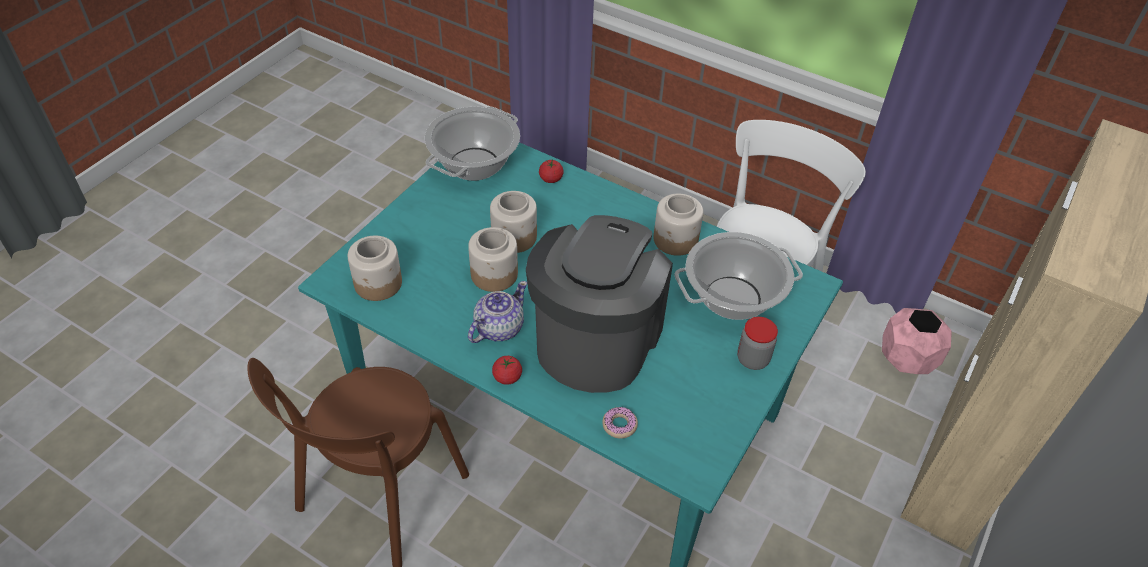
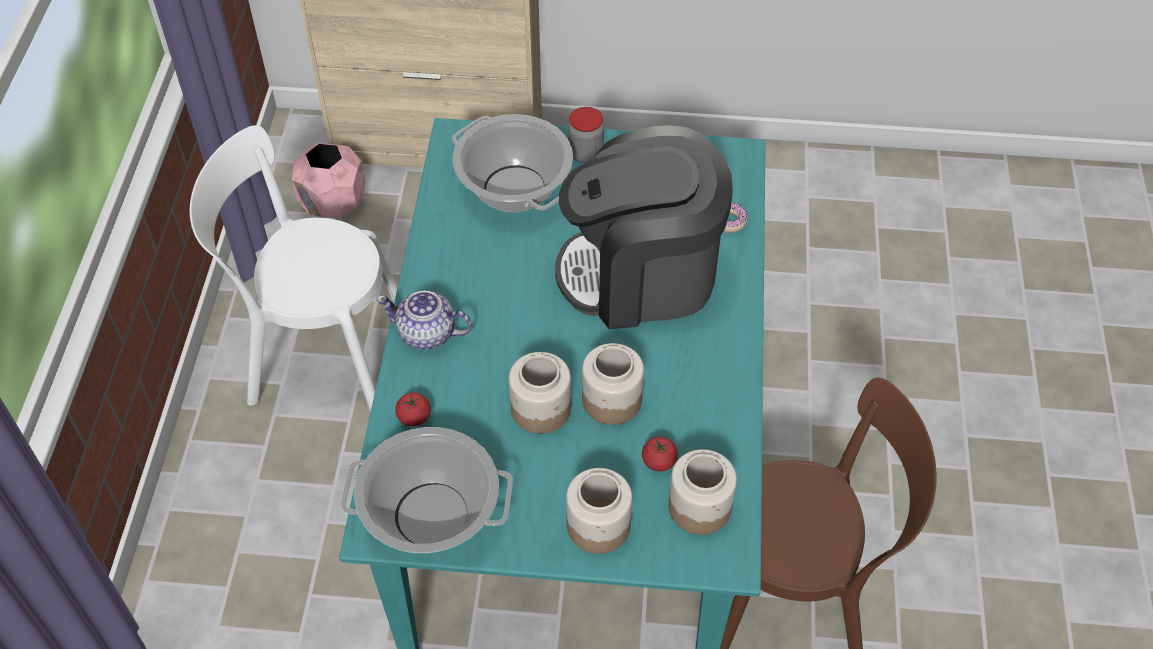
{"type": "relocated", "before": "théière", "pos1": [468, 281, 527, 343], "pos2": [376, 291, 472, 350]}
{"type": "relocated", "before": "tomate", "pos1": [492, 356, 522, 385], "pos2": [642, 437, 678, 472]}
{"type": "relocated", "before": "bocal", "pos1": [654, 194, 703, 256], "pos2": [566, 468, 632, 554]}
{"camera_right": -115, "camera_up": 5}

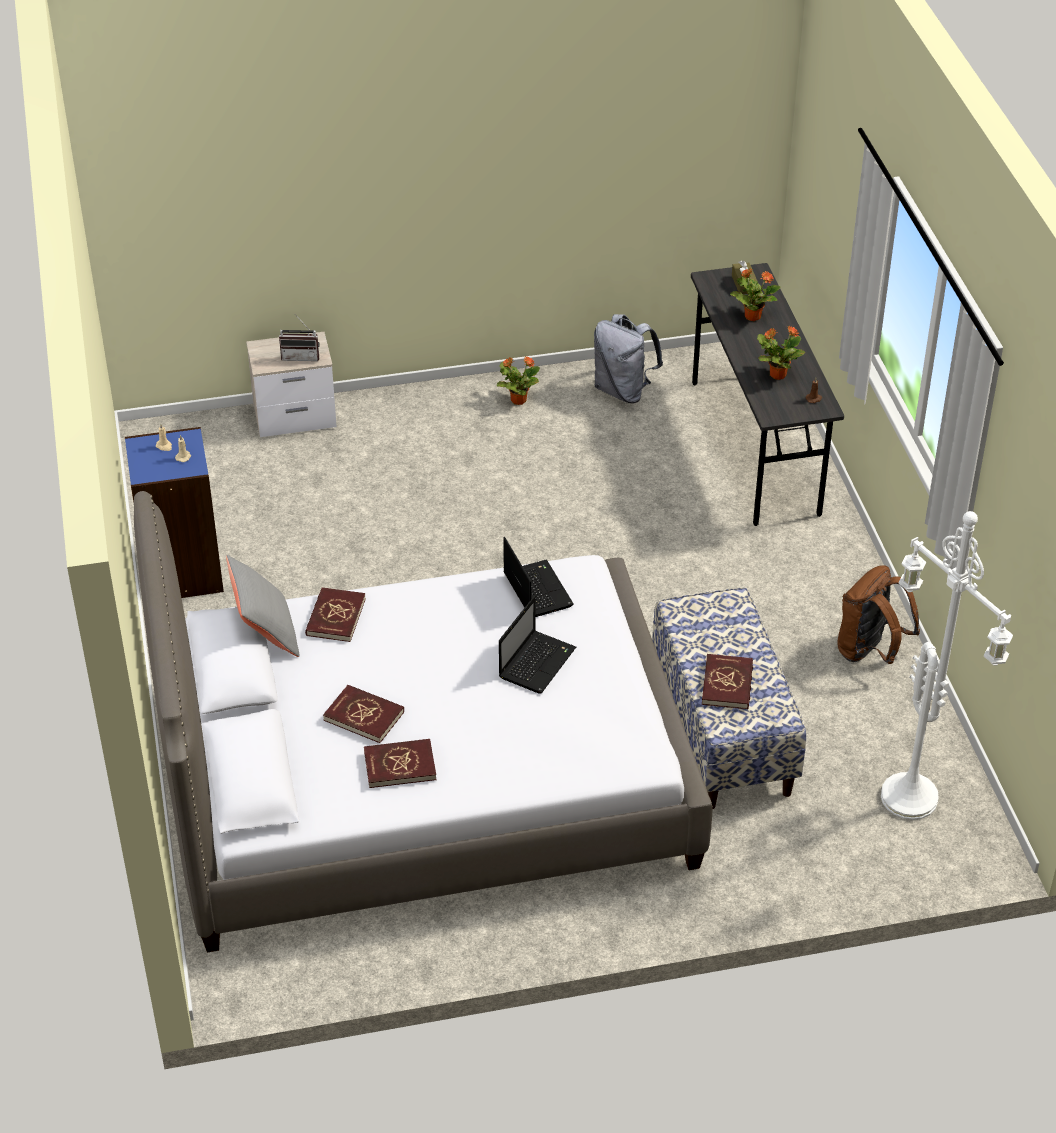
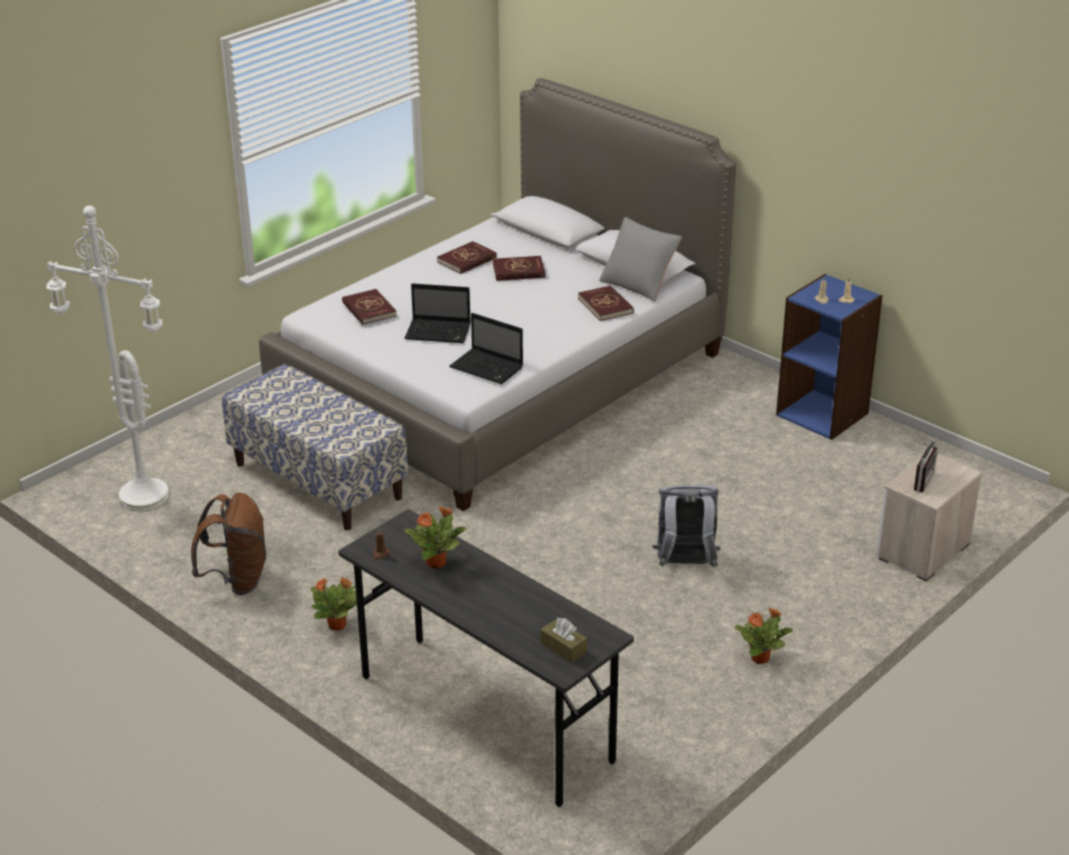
{"type": "relocated", "before": "sac à dos [gris]", "pos1": [594, 314, 663, 403], "pos2": [652, 485, 720, 568]}
{"type": "relocated", "before": "livre [rouge]", "pos1": [702, 654, 753, 709], "pos2": [342, 289, 397, 325]}
{"type": "relocated", "before": "plante en pot", "pos1": [730, 268, 780, 321], "pos2": [310, 577, 357, 631]}
{"type": "spun", "before": "radio", "pos1": [279, 317, 320, 361], "pos2": [914, 440, 938, 492], "turn": 150}
{"type": "spun", "before": "ordinateur portable", "pos1": [499, 596, 576, 694], "pos2": [405, 283, 471, 343], "turn": -75}
{"camera_right": 145, "camera_up": -10}

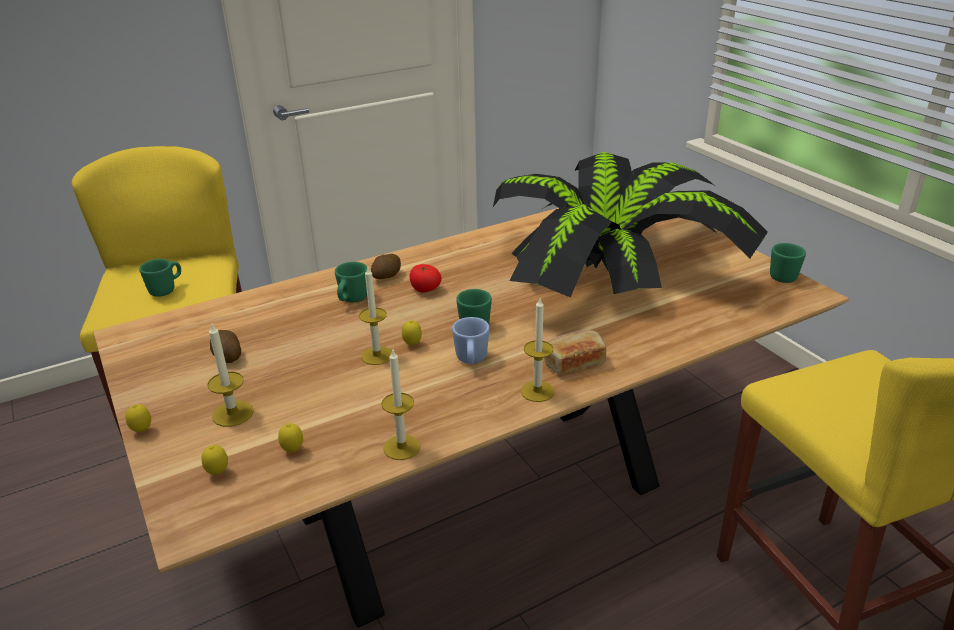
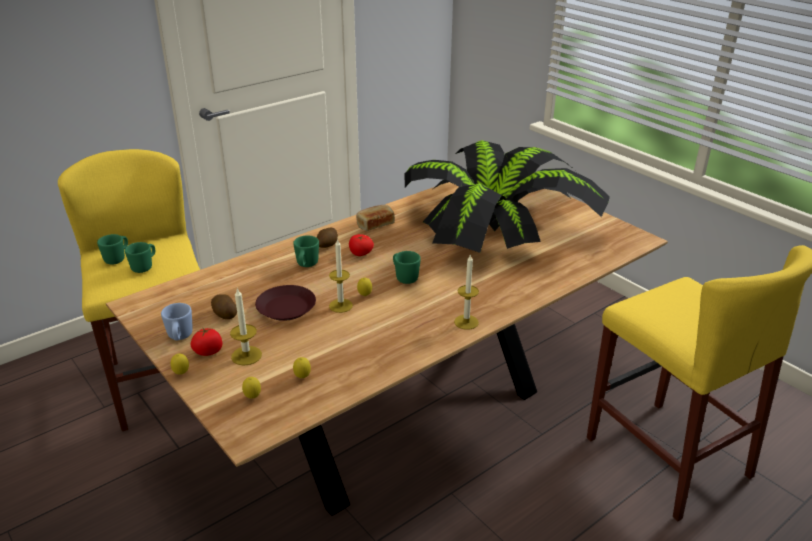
{"type": "missing", "before": "bougie", "pos1": [381, 350, 420, 460]}
{"type": "appeared", "after": "tomate", "pos2": [191, 327, 222, 356]}
{"type": "appeared", "after": "assiette [marron]", "pos2": [255, 285, 316, 321]}
{"type": "relocated", "before": "mug [bleu]", "pos1": [452, 317, 490, 364], "pos2": [161, 303, 193, 341]}
{"type": "relocated", "before": "pain", "pos1": [544, 330, 606, 374], "pos2": [356, 205, 395, 231]}
{"type": "relocated", "before": "mug [vert]", "pos1": [770, 243, 806, 283], "pos2": [97, 234, 128, 264]}
{"camera_right": -10, "camera_up": 0}

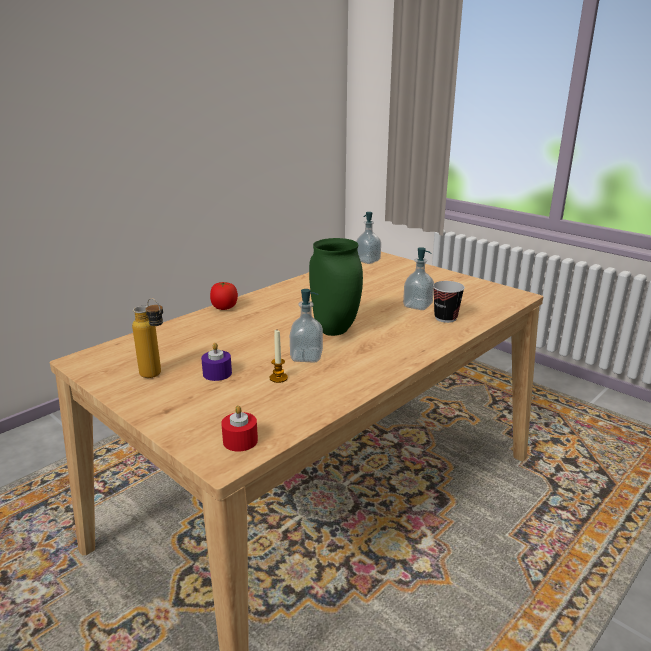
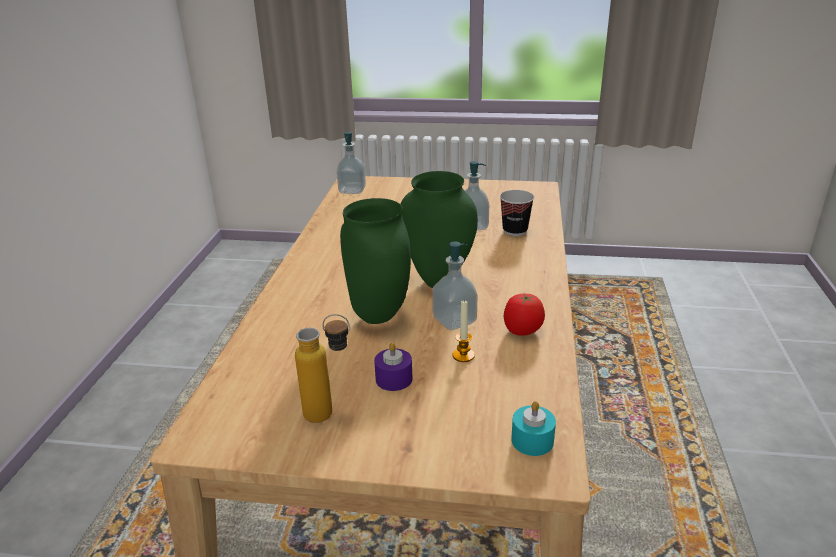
{"type": "appeared", "after": "vase [vert]", "pos2": [340, 198, 411, 324]}
{"type": "relocated", "before": "tomate", "pos1": [210, 282, 238, 310], "pos2": [504, 293, 545, 336]}
{"type": "colour", "before": "bougie [rouge]", "after": "bougie [turquoise]", "pos1": [221, 405, 258, 452], "pos2": [511, 401, 556, 456]}
{"camera_right": -35, "camera_up": 5}

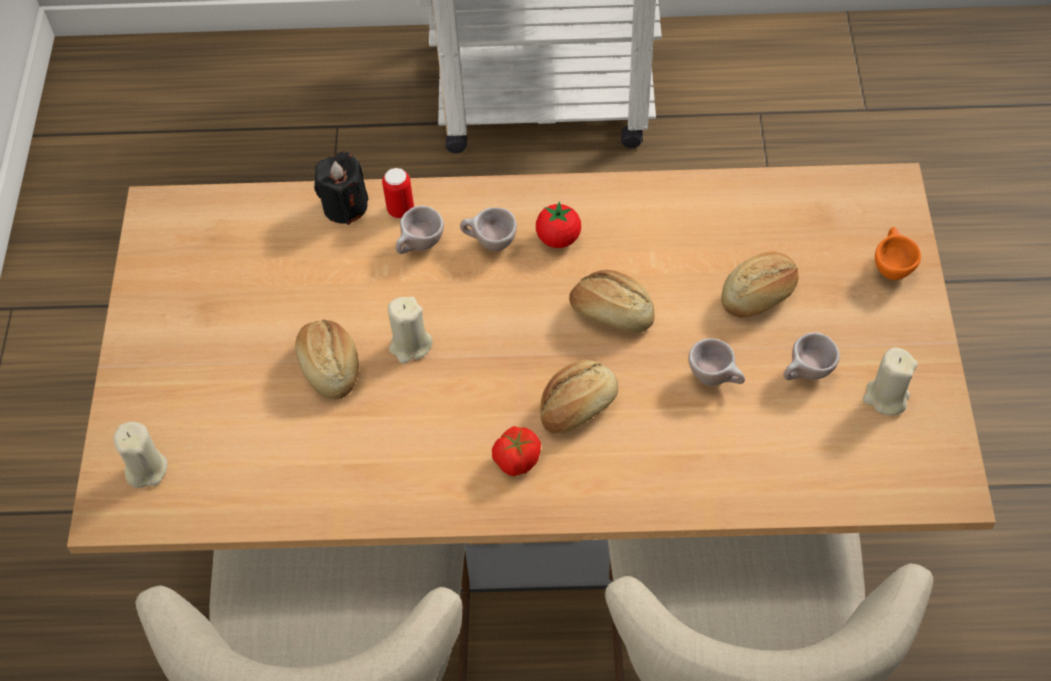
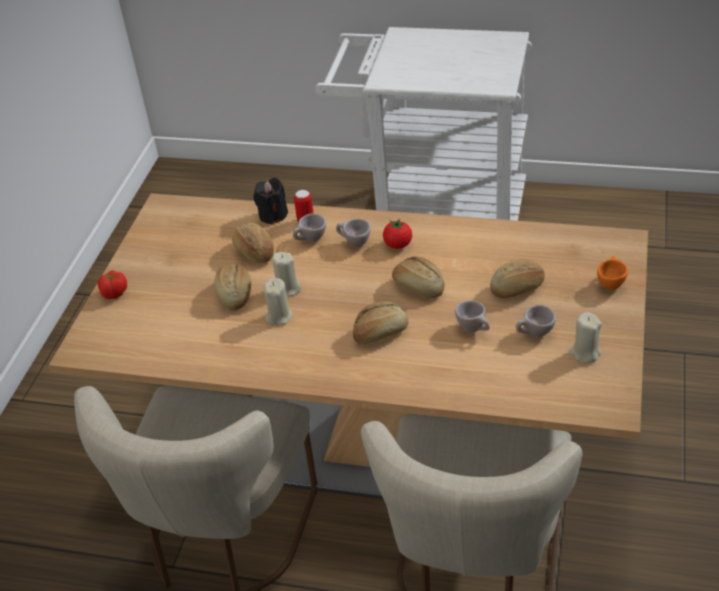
{"type": "appeared", "after": "pain", "pos2": [232, 223, 274, 263]}
{"type": "relocated", "before": "bougie [beige]", "pos1": [113, 422, 168, 488], "pos2": [264, 278, 292, 325]}
{"type": "relocated", "before": "tomate", "pos1": [492, 426, 541, 477], "pos2": [98, 270, 127, 299]}
{"camera_right": 15, "camera_up": -15}

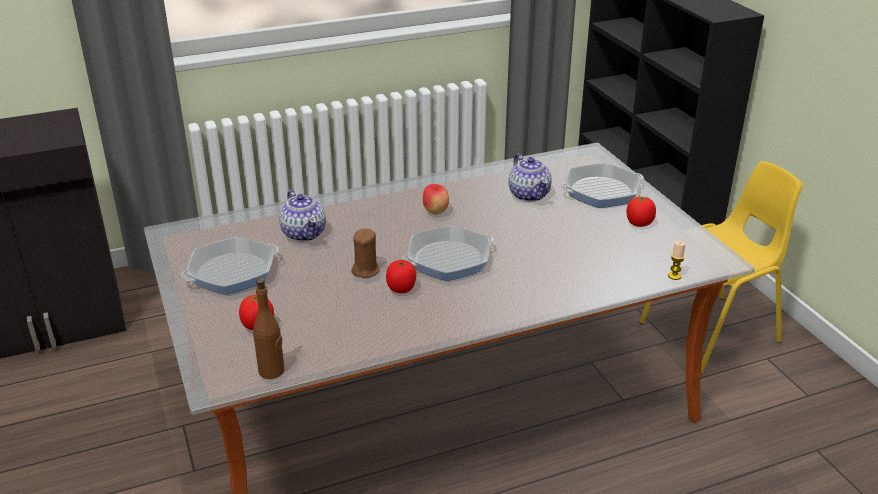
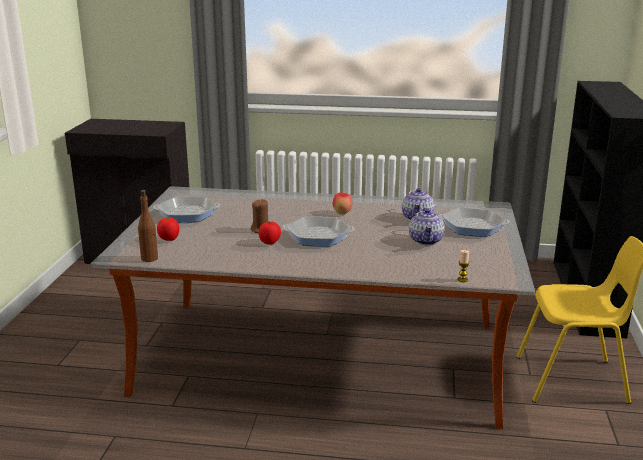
{"type": "missing", "before": "tomate", "pos1": [626, 196, 656, 227]}
{"type": "relocated", "before": "théière", "pos1": [279, 190, 326, 242], "pos2": [409, 207, 445, 245]}
{"camera_right": 30, "camera_up": -10}

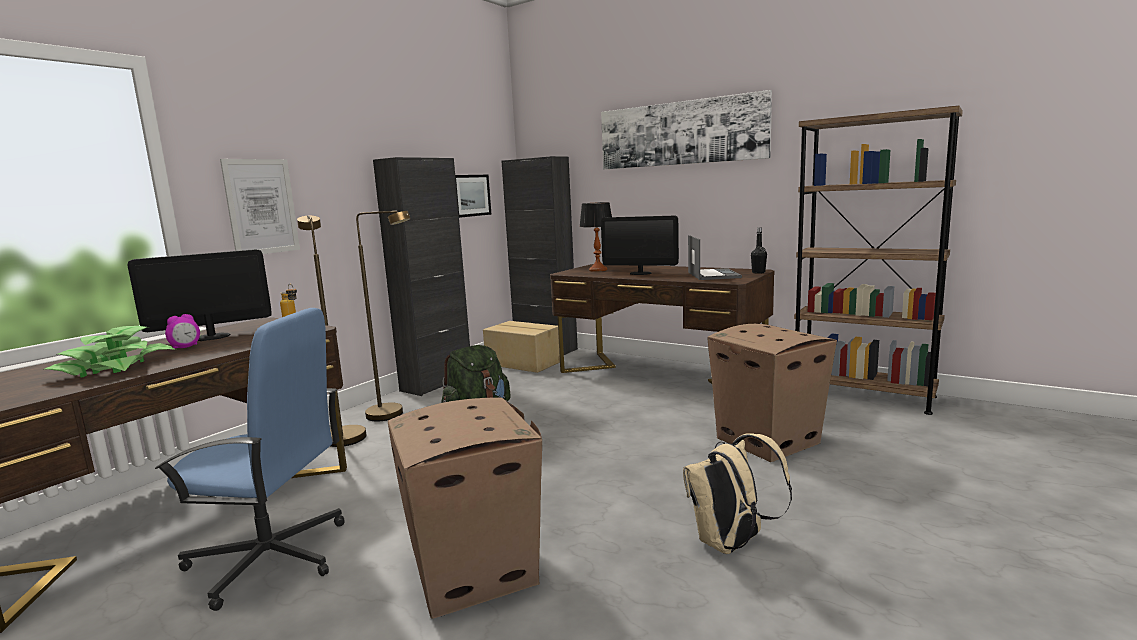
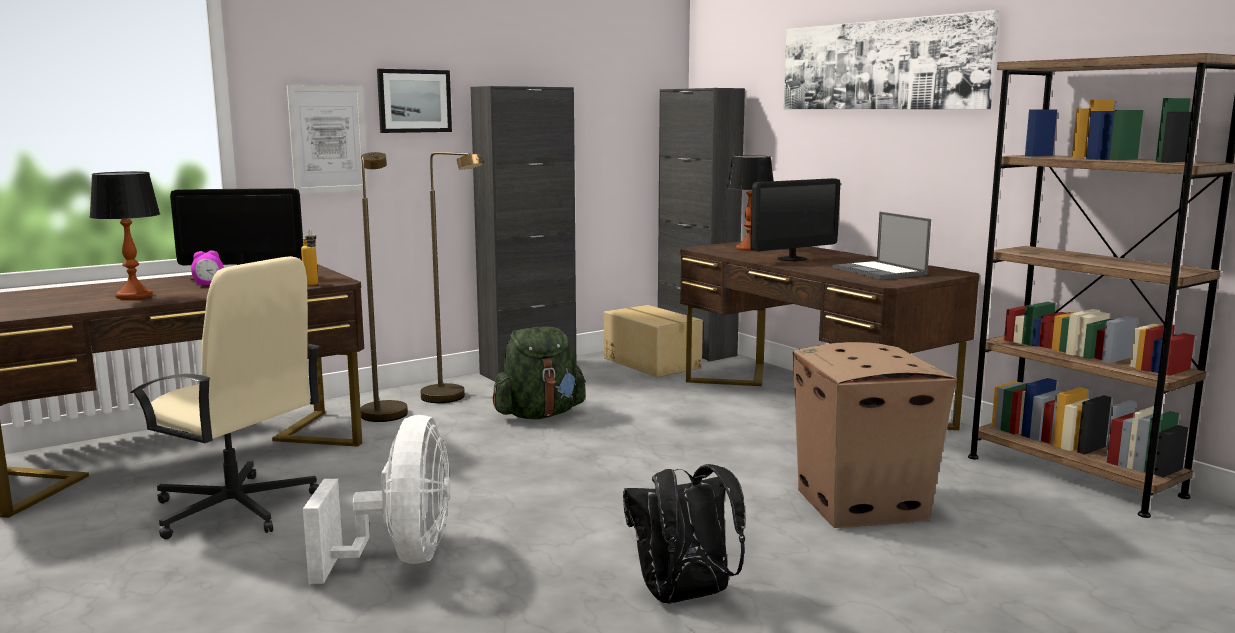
{"type": "missing", "before": "bouteille [noir]", "pos1": [751, 228, 767, 274]}
{"type": "relocated", "before": "tableau", "pos1": [455, 175, 491, 218], "pos2": [377, 69, 452, 133]}
{"type": "exchanged", "before": "plante en pot", "after": "lampe de table", "pos1": [43, 326, 176, 377], "pos2": [90, 171, 160, 299]}
{"type": "exchanged", "before": "carton", "after": "ventilateur [blanc]", "pos1": [388, 398, 542, 619], "pos2": [303, 415, 451, 584]}
{"type": "colour", "before": "chaise de bureau [bleu]", "after": "chaise de bureau [beige]", "pos1": [155, 308, 345, 611], "pos2": [130, 256, 319, 539]}
{"type": "colour", "before": "sac à dos [beige]", "after": "sac à dos [noir]", "pos1": [683, 433, 792, 554], "pos2": [623, 464, 745, 603]}
{"type": "spun", "before": "écran d'ordinateur", "pos1": [601, 216, 679, 275], "pos2": [750, 178, 840, 262], "turn": -75}
{"type": "spun", "before": "ordinateur portable", "pos1": [688, 235, 742, 280], "pos2": [832, 212, 931, 280], "turn": 135}
{"camera_right": 20, "camera_up": 0}

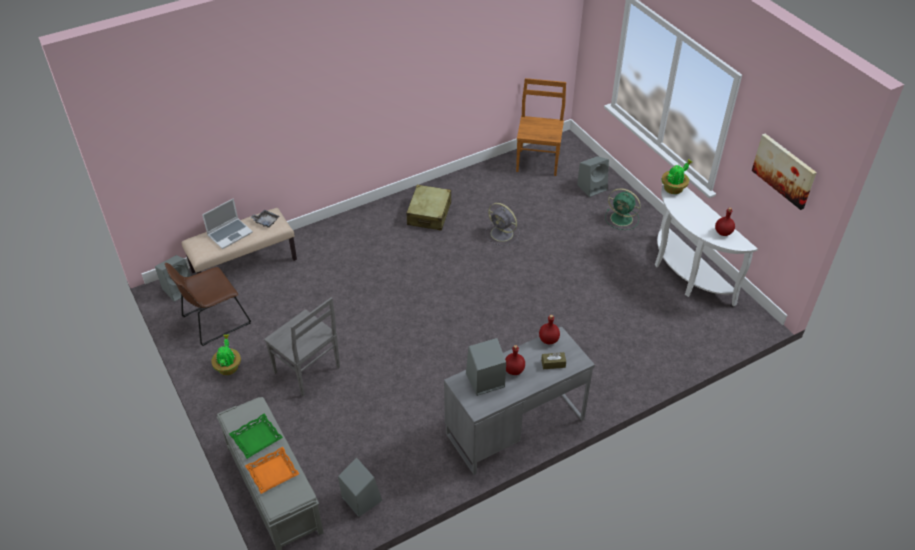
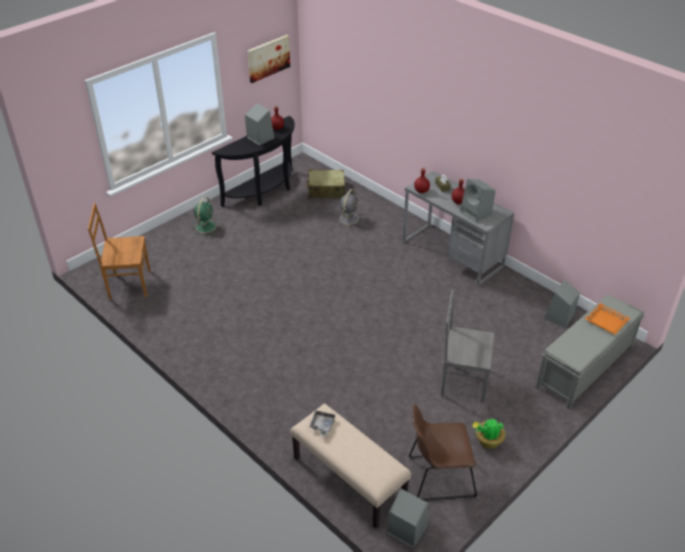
{"type": "missing", "before": "ordinateur portable", "pos1": [202, 198, 253, 249]}
{"type": "missing", "before": "plateau [vert]", "pos1": [229, 414, 283, 459]}
{"type": "missing", "before": "plante en pot", "pos1": [662, 159, 692, 194]}
{"type": "relocated", "before": "valise [beige]", "pos1": [407, 185, 451, 231], "pos2": [306, 169, 345, 198]}
{"type": "relocated", "before": "ventilateur [gris]", "pos1": [485, 203, 520, 246], "pos2": [336, 189, 364, 227]}
{"type": "relocated", "before": "enceinte [gris]", "pos1": [577, 156, 609, 197], "pos2": [245, 103, 275, 146]}
{"type": "colour", "before": "table console [blanc]", "after": "table console [noir]", "pos1": [655, 184, 758, 306], "pos2": [212, 116, 295, 207]}
{"type": "spun", "before": "chaise [marron]", "pos1": [165, 263, 251, 346], "pos2": [409, 404, 477, 501], "turn": 135}
{"type": "spun", "before": "chaise [gris]", "pos1": [264, 297, 340, 396], "pos2": [441, 289, 494, 403], "turn": -105}
{"camera_right": -105, "camera_up": -5}

